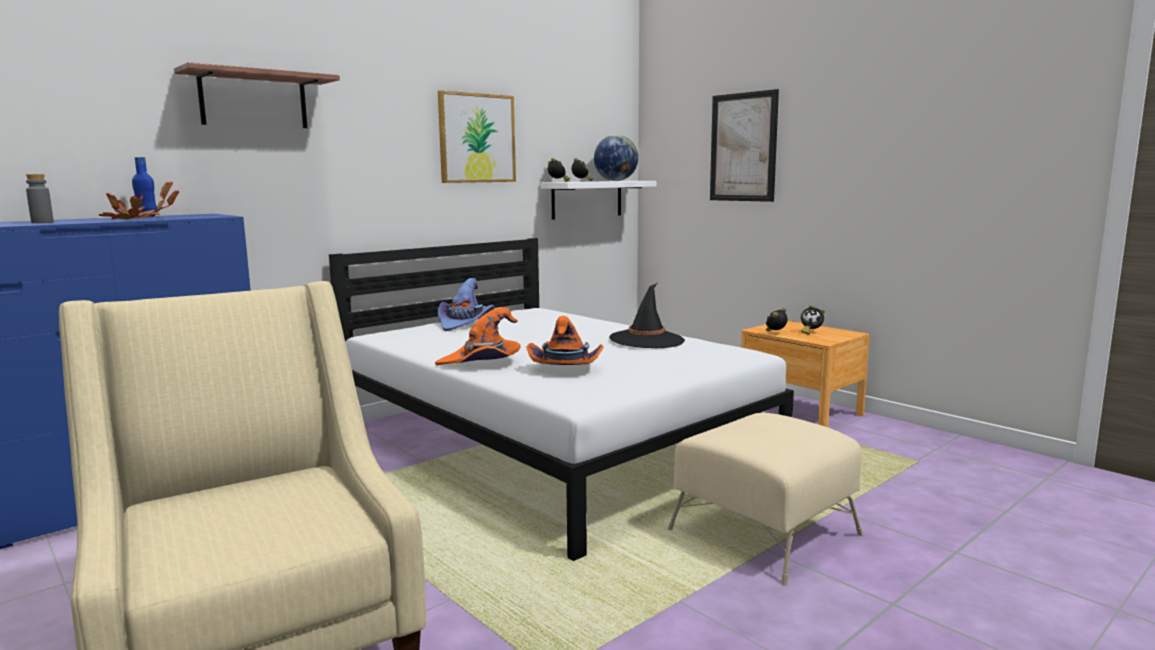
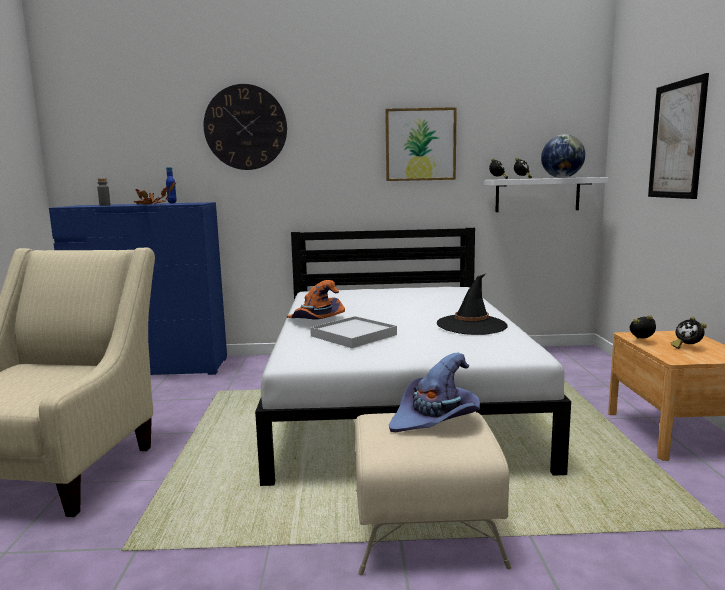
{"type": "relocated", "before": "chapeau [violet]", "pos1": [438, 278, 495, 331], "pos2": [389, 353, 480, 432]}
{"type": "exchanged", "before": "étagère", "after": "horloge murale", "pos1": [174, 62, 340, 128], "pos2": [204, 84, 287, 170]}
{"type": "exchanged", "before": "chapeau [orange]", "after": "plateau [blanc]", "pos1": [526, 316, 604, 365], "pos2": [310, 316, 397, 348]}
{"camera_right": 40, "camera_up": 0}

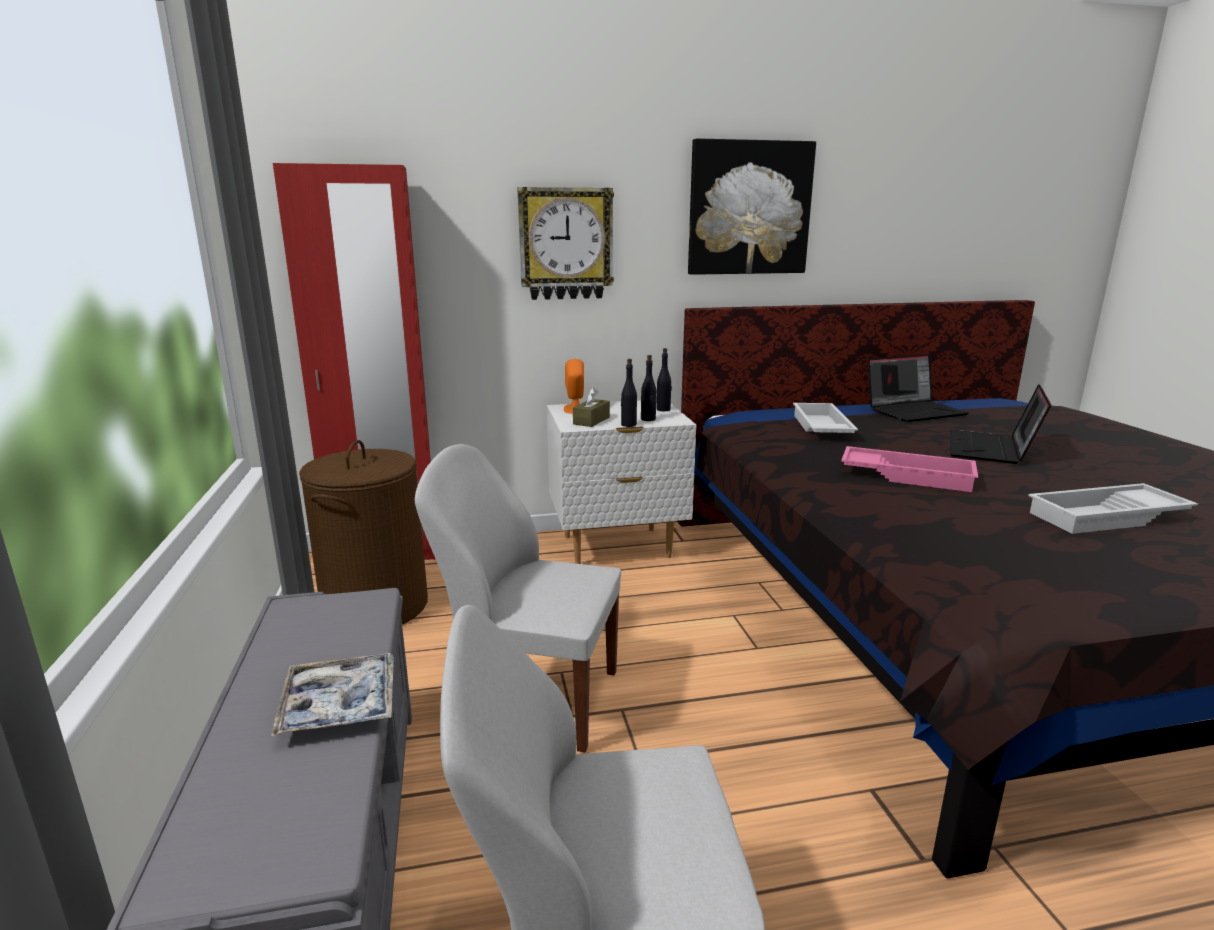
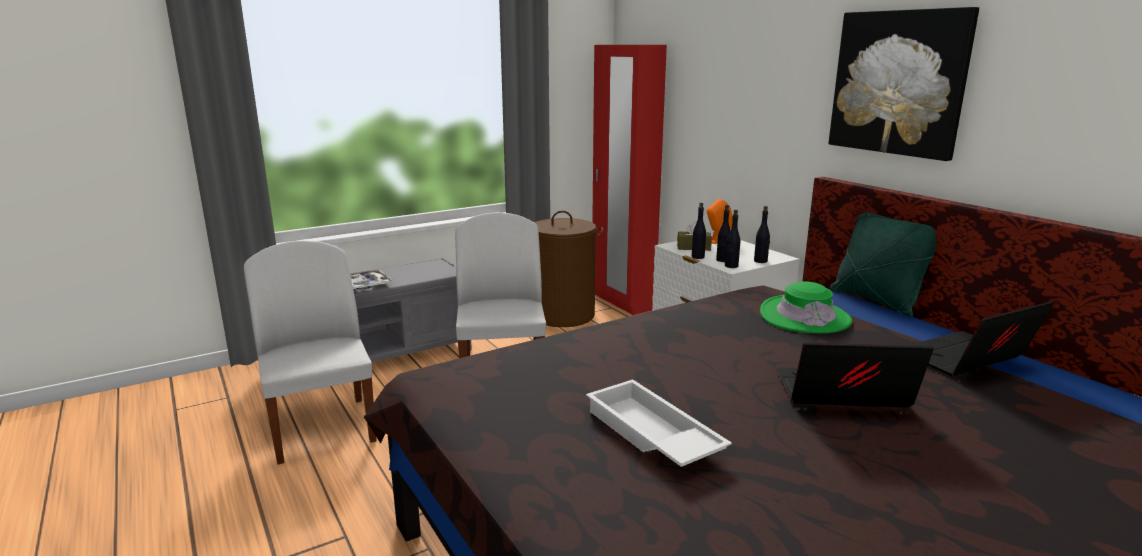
{"type": "missing", "before": "horloge murale", "pos1": [517, 187, 614, 300]}
{"type": "missing", "before": "plateau [rose]", "pos1": [841, 446, 978, 492]}
{"type": "appeared", "after": "bouteille [noir]", "pos2": [725, 210, 740, 268]}
{"type": "appeared", "after": "coussin [vert]", "pos2": [830, 212, 936, 317]}
{"type": "exchanged", "before": "plateau [blanc]", "after": "chapeau [vert]", "pos1": [793, 403, 858, 433], "pos2": [760, 282, 852, 333]}
{"type": "spun", "before": "ordinateur portable", "pos1": [868, 354, 969, 422], "pos2": [906, 301, 1054, 376], "turn": 105}
{"camera_right": 70, "camera_up": 0}

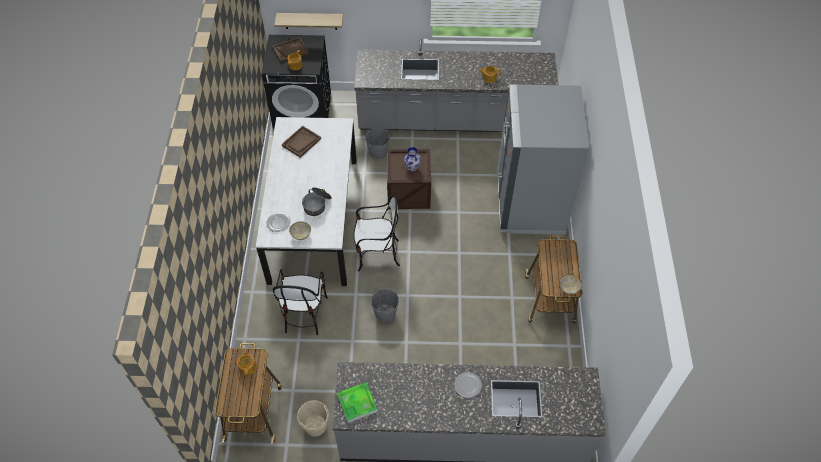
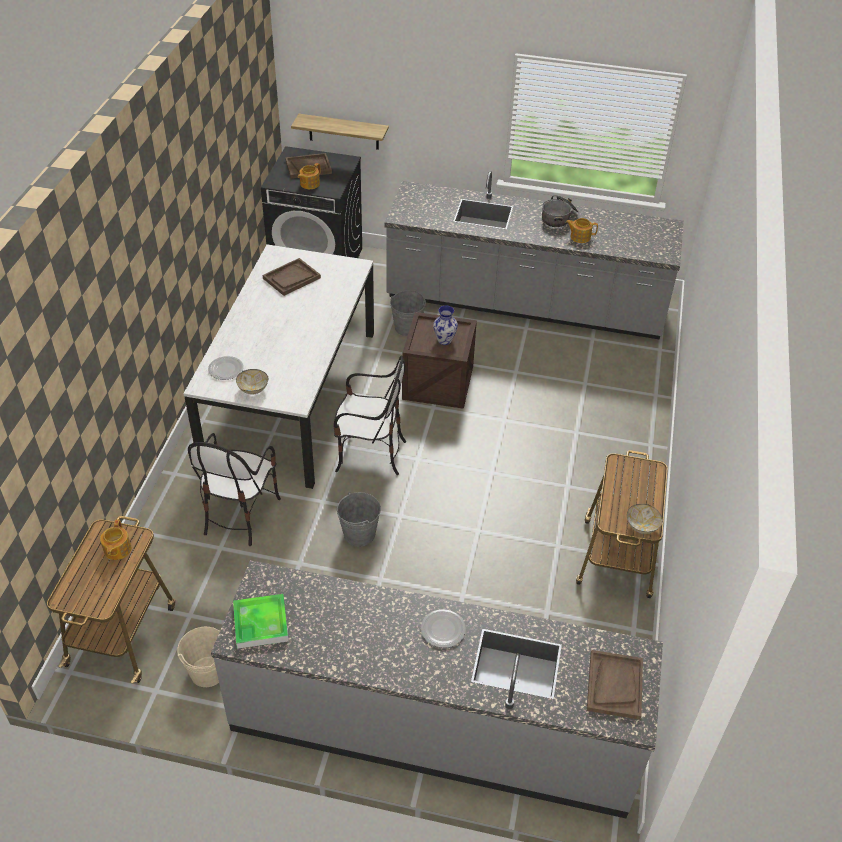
{"type": "missing", "before": "réfrigérateur [gris]", "pos1": [497, 85, 590, 235]}
{"type": "appeared", "after": "plateau [marron]", "pos2": [587, 650, 643, 720]}
{"type": "relocated", "before": "marmite", "pos1": [302, 187, 332, 216], "pos2": [542, 195, 578, 227]}
{"camera_right": 10, "camera_up": -10}

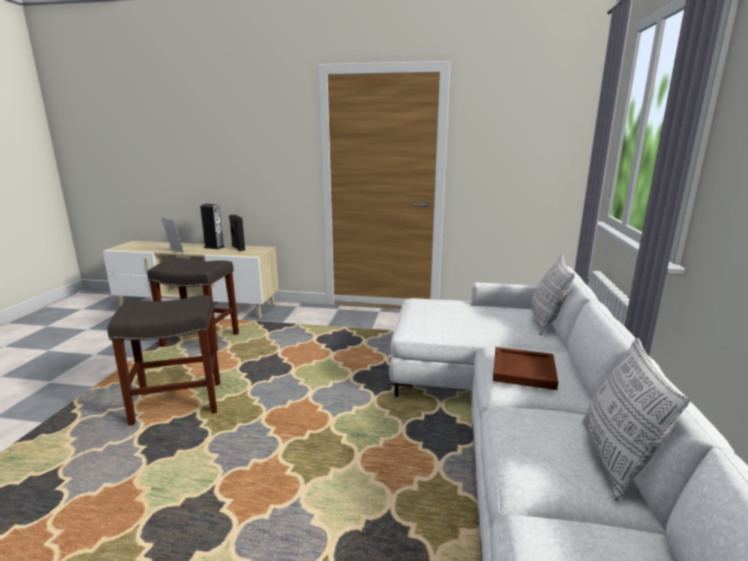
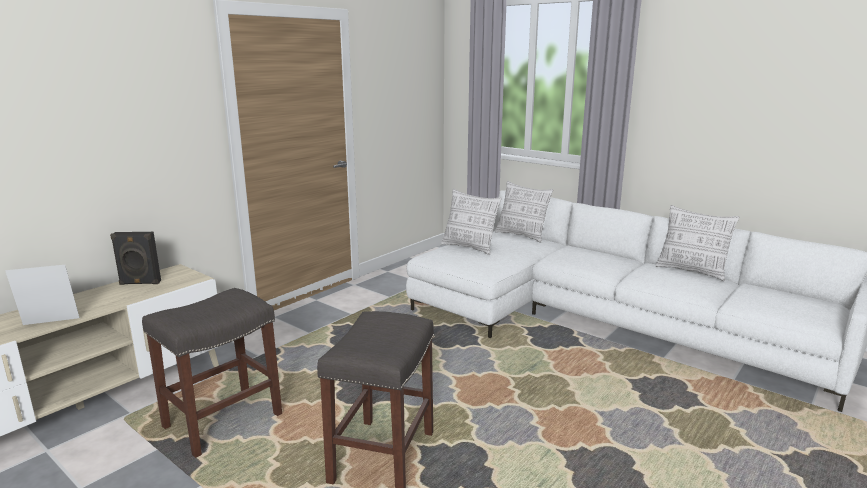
{"type": "missing", "before": "enceinte", "pos1": [200, 204, 225, 249]}
{"type": "missing", "before": "plateau [marron]", "pos1": [493, 347, 558, 390]}
{"type": "appeared", "after": "coussin", "pos2": [441, 189, 502, 255]}
{"camera_right": -60, "camera_up": 0}

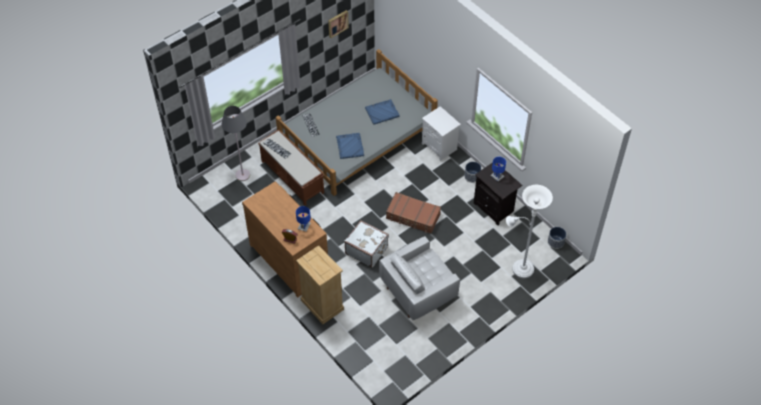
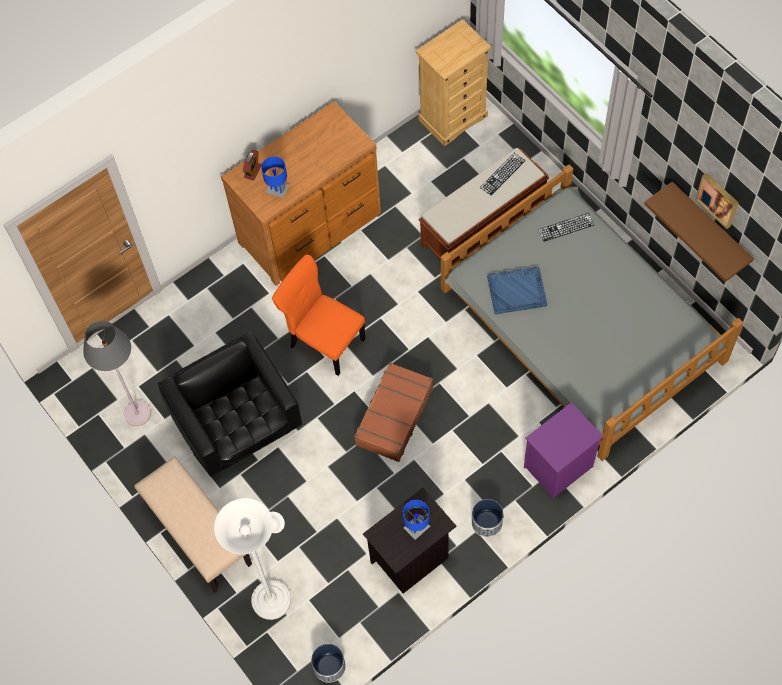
{"type": "missing", "before": "plateau [bleu]", "pos1": [365, 99, 400, 125]}
{"type": "appeared", "after": "banc [beige]", "pos2": [134, 456, 252, 593]}
{"type": "appeared", "after": "étagère [marron]", "pos2": [644, 182, 754, 282]}
{"type": "relocated", "before": "lampadaire [gris]", "pos1": [222, 106, 250, 181], "pos2": [83, 321, 151, 426]}
{"type": "relocated", "before": "commode [beige]", "pos1": [296, 245, 344, 324], "pos2": [415, 19, 491, 146]}
{"type": "exchanged", "before": "valise [blanc]", "after": "chaise [orange]", "pos1": [344, 220, 389, 268], "pos2": [272, 255, 365, 376]}
{"type": "colour", "before": "fauteuil [blanc]", "after": "fauteuil [noir]", "pos1": [379, 236, 460, 320], "pos2": [158, 332, 302, 477]}
{"type": "colour", "before": "table de chevet [blanc]", "after": "table de chevet [violet]", "pos1": [422, 106, 461, 161], "pos2": [524, 402, 604, 498]}
{"camera_right": 95, "camera_up": 10}

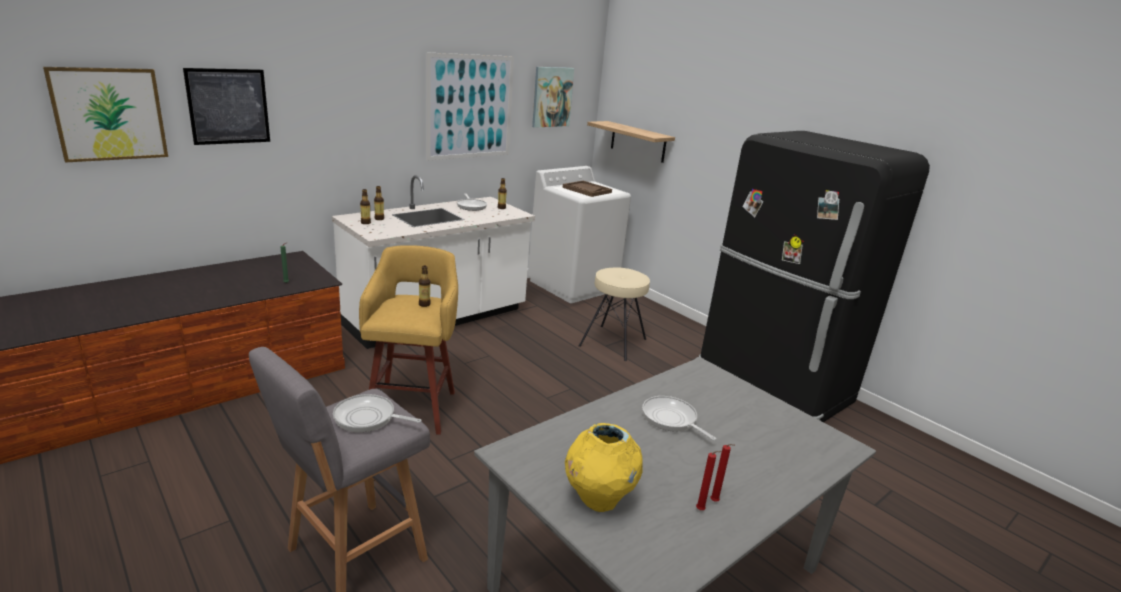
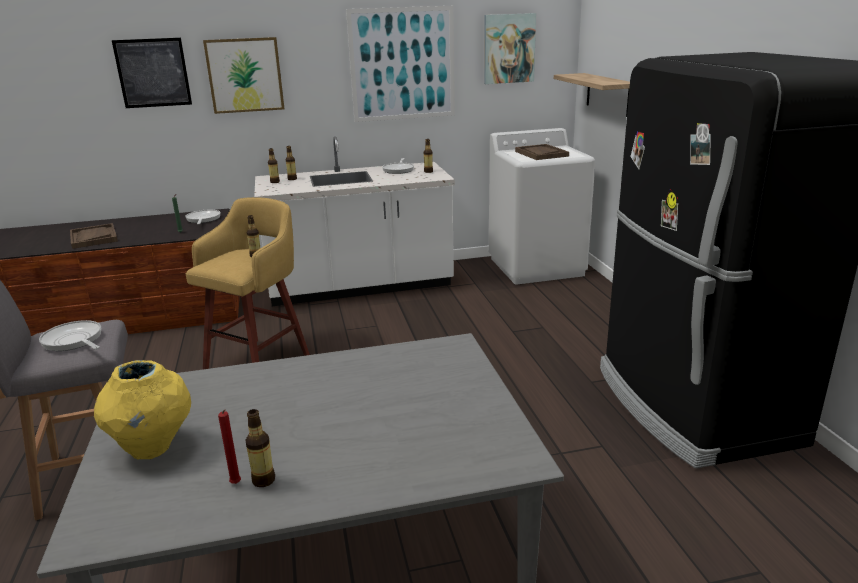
{"type": "missing", "before": "tabouret [beige]", "pos1": [579, 267, 650, 361]}
{"type": "appeared", "after": "plateau [marron]", "pos2": [70, 223, 118, 249]}
{"type": "relocated", "before": "tableau", "pos1": [43, 67, 168, 163], "pos2": [203, 37, 284, 114]}
{"type": "relocated", "before": "poêle", "pos1": [642, 396, 716, 441], "pos2": [185, 210, 221, 224]}
{"type": "exchanged", "before": "bougie [rouge]", "after": "bouteille", "pos1": [710, 444, 734, 502], "pos2": [245, 409, 275, 487]}
{"camera_right": 30, "camera_up": 0}

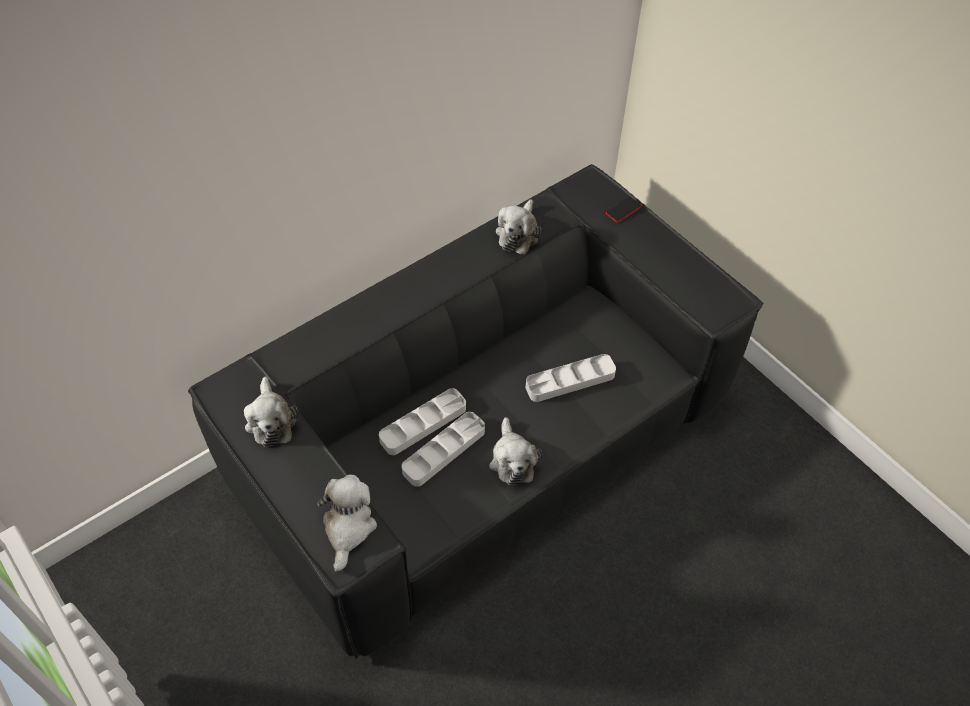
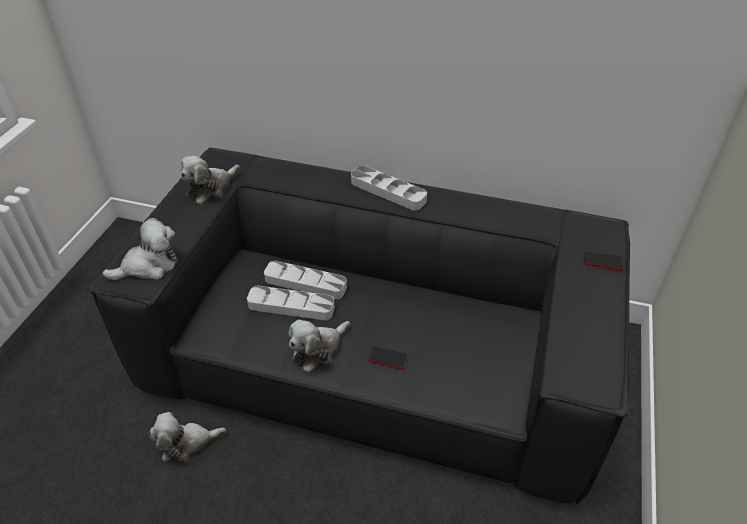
{"type": "appeared", "after": "téléphone", "pos2": [368, 346, 408, 369]}
{"type": "relocated", "before": "peluche", "pos1": [496, 199, 541, 255], "pos2": [149, 412, 226, 463]}
{"type": "relocated", "before": "plateau [gris]", "pos1": [526, 354, 616, 402], "pos2": [351, 165, 427, 211]}
{"camera_right": 55, "camera_up": -10}

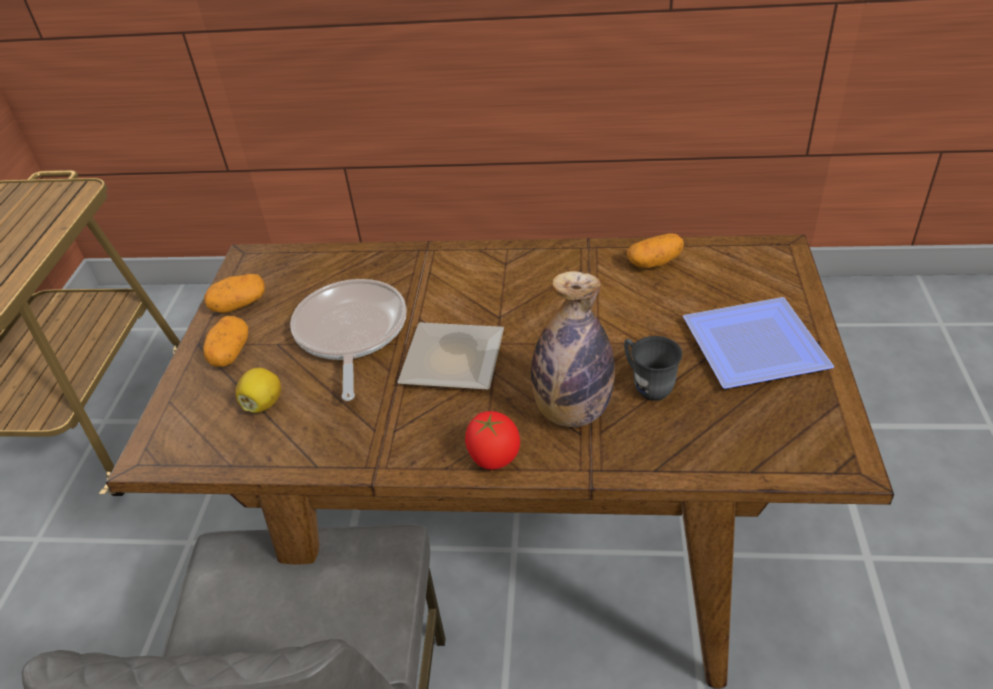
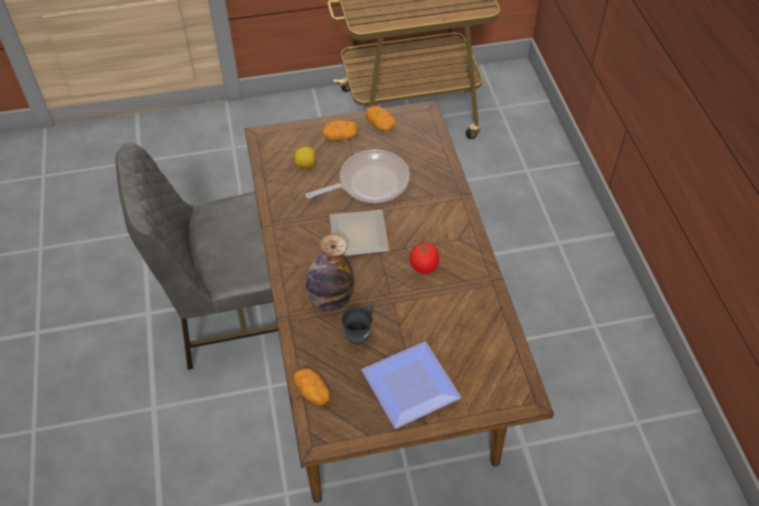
{"type": "relocated", "before": "tomate", "pos1": [465, 411, 520, 470], "pos2": [409, 243, 439, 274]}
{"type": "relocated", "before": "pomme de terre", "pos1": [627, 233, 684, 268], "pos2": [294, 368, 330, 406]}
{"camera_right": 70, "camera_up": 10}

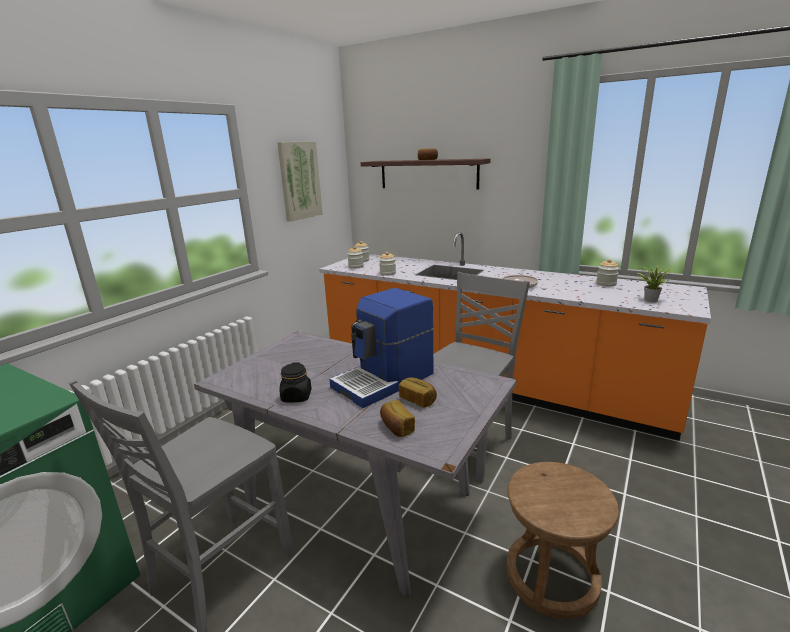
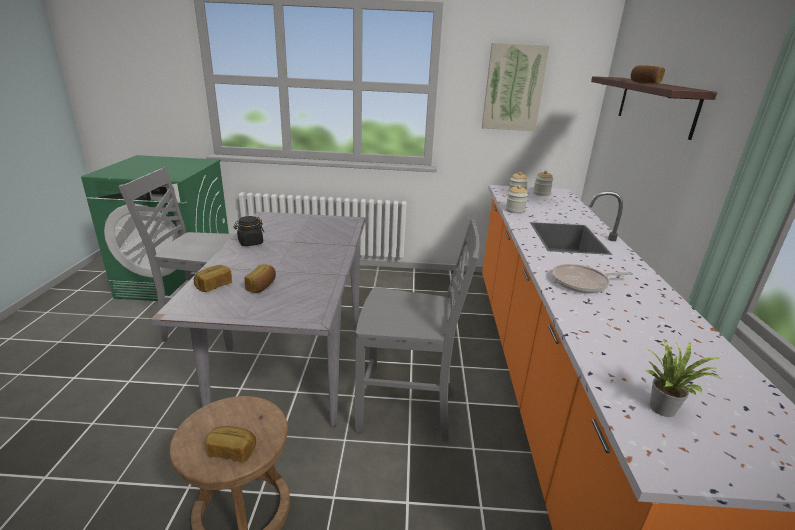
{"type": "missing", "before": "machine à café", "pos1": [329, 288, 434, 408]}
{"type": "missing", "before": "bocal", "pos1": [596, 259, 619, 287]}
{"type": "appeared", "after": "pain", "pos2": [205, 426, 256, 462]}
{"camera_right": 60, "camera_up": 5}

